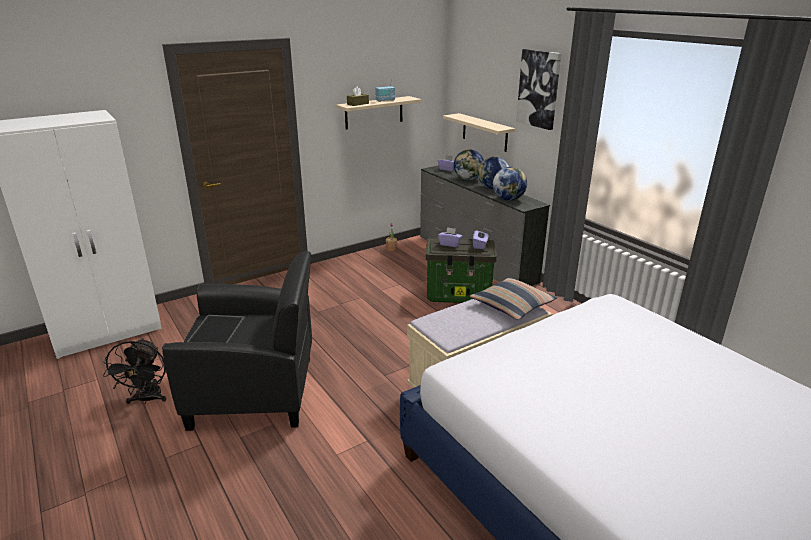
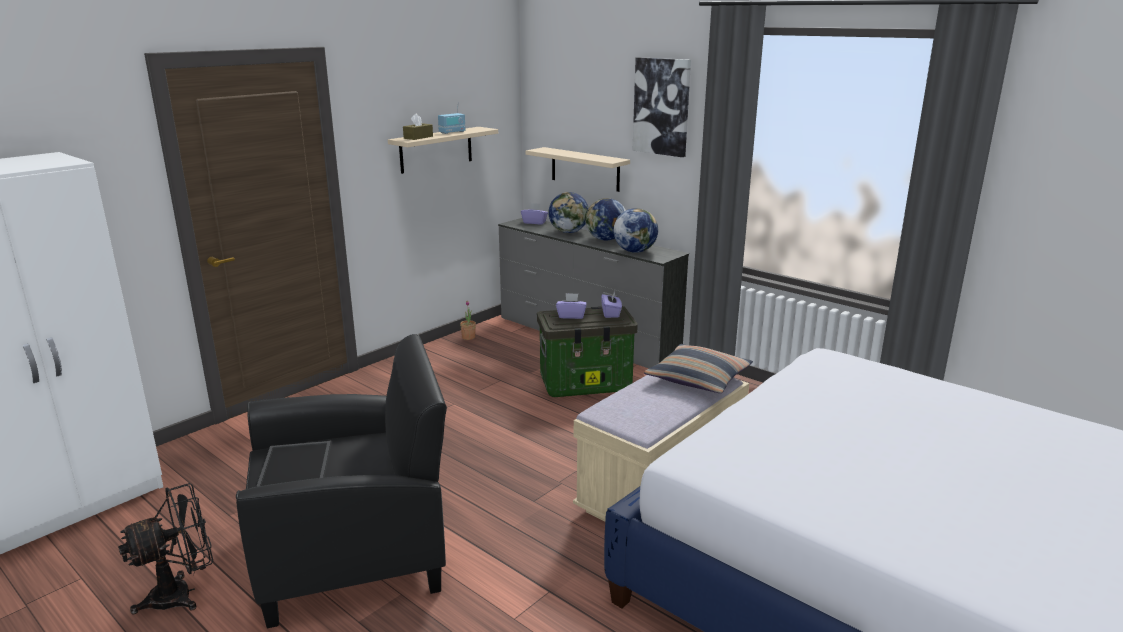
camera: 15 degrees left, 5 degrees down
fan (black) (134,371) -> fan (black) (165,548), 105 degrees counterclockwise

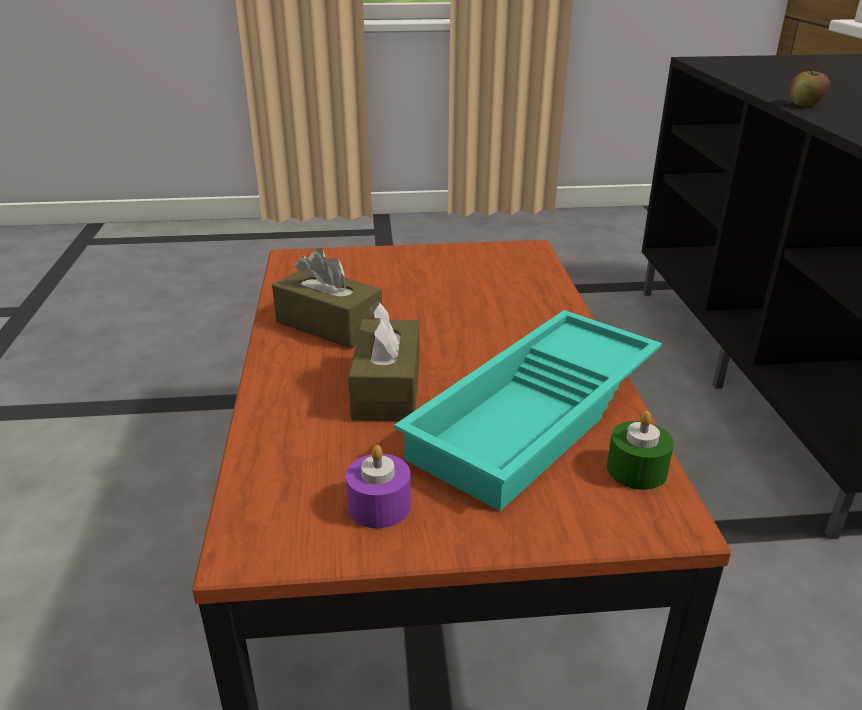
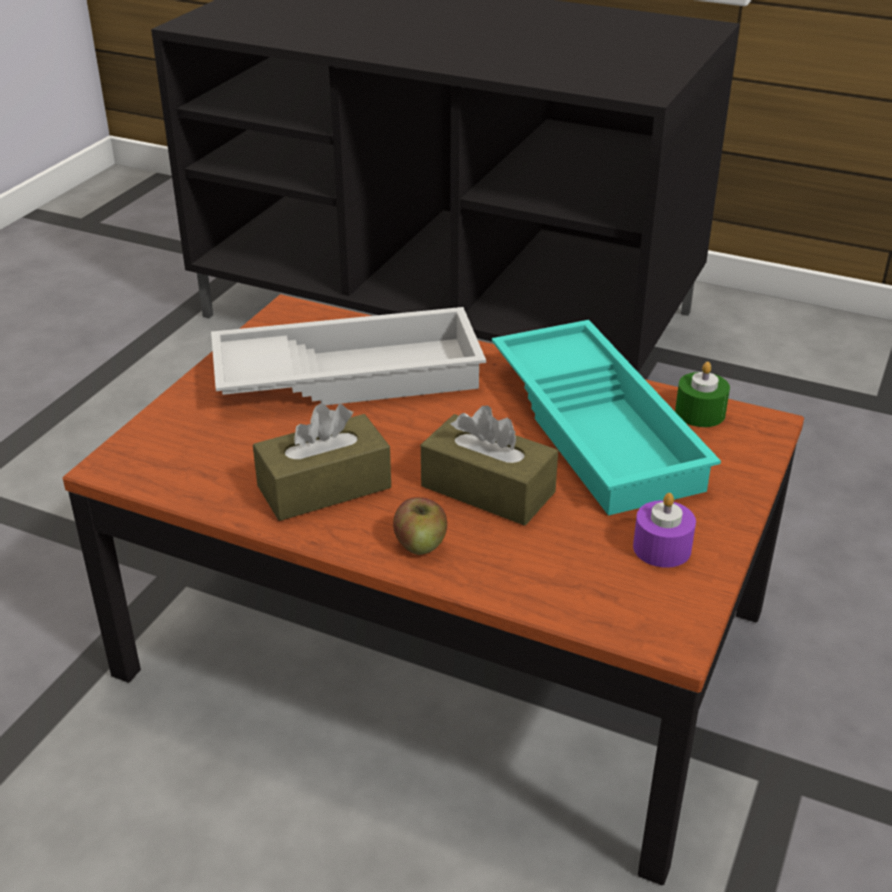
camera: 60 degrees left, 5 degrees up
apple (810,86) -> apple (420,526), move
none -> tray (white) (348,356)

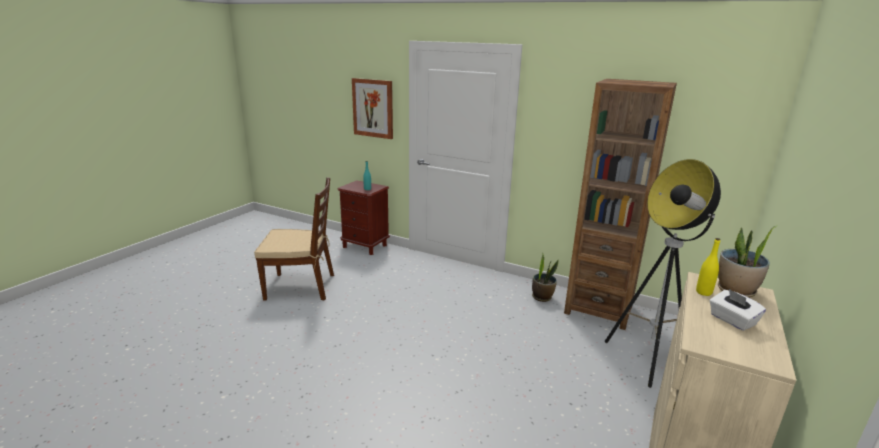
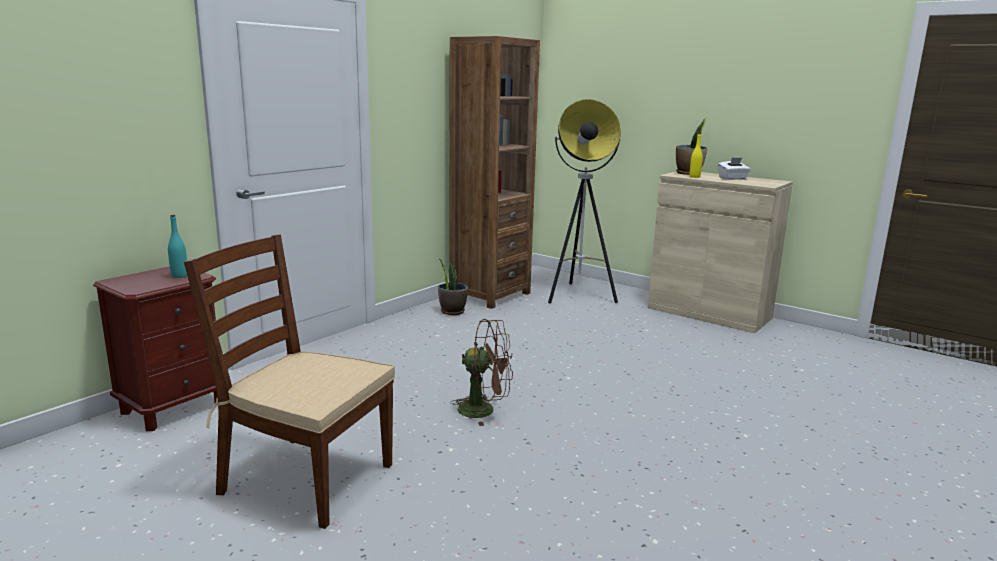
camera: 80 degrees left, 5 degrees down
picture (372,108) -> none
chair (brown) (294,238) -> chair (brown) (289,382), 75 degrees counterclockwise
none -> fan (brown) (481,372)

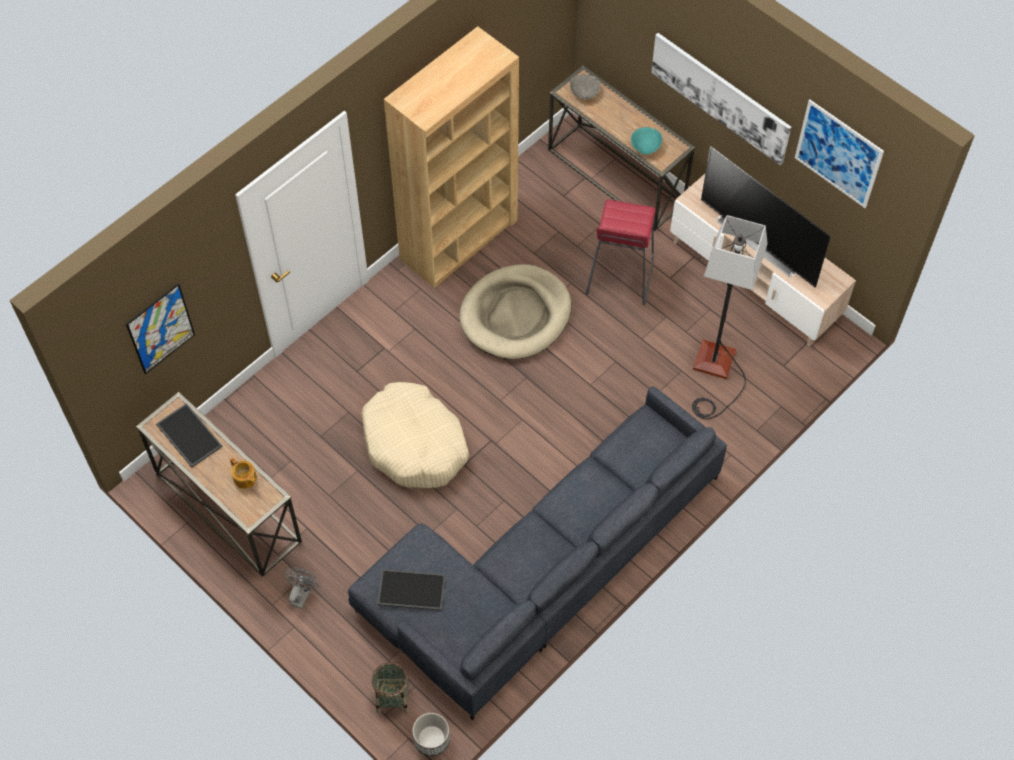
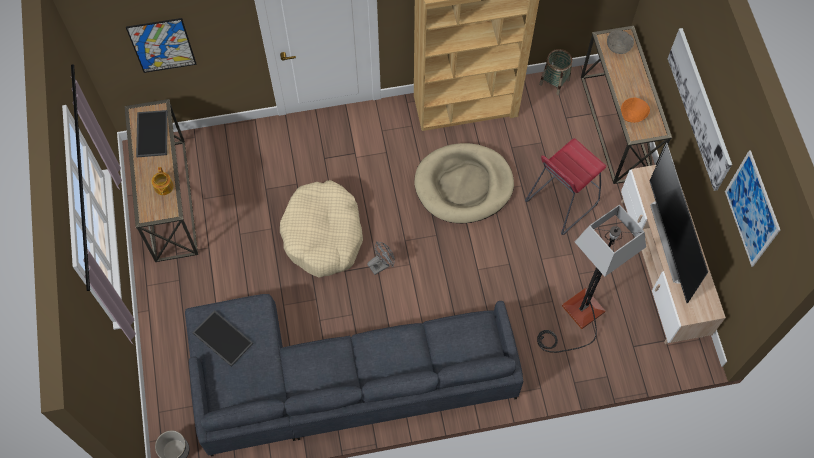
camera: 35 degrees right, 5 degrees up
bowl (turquoise) (646,141) -> bowl (orange) (635,110)
fan (grey) (301,588) -> fan (grey) (381,258), move
basket (390,688) -> basket (555,72), move

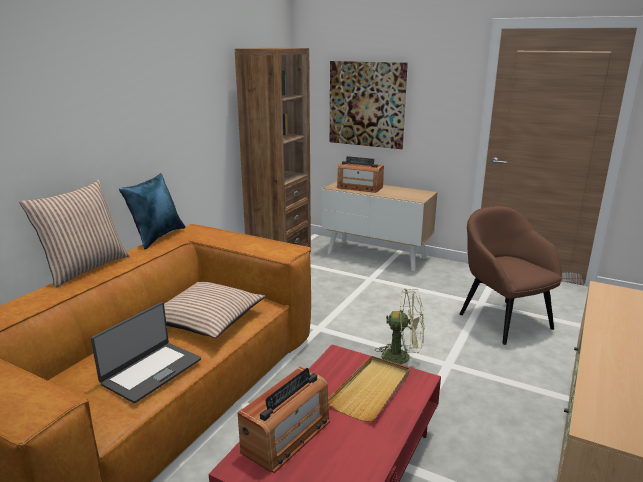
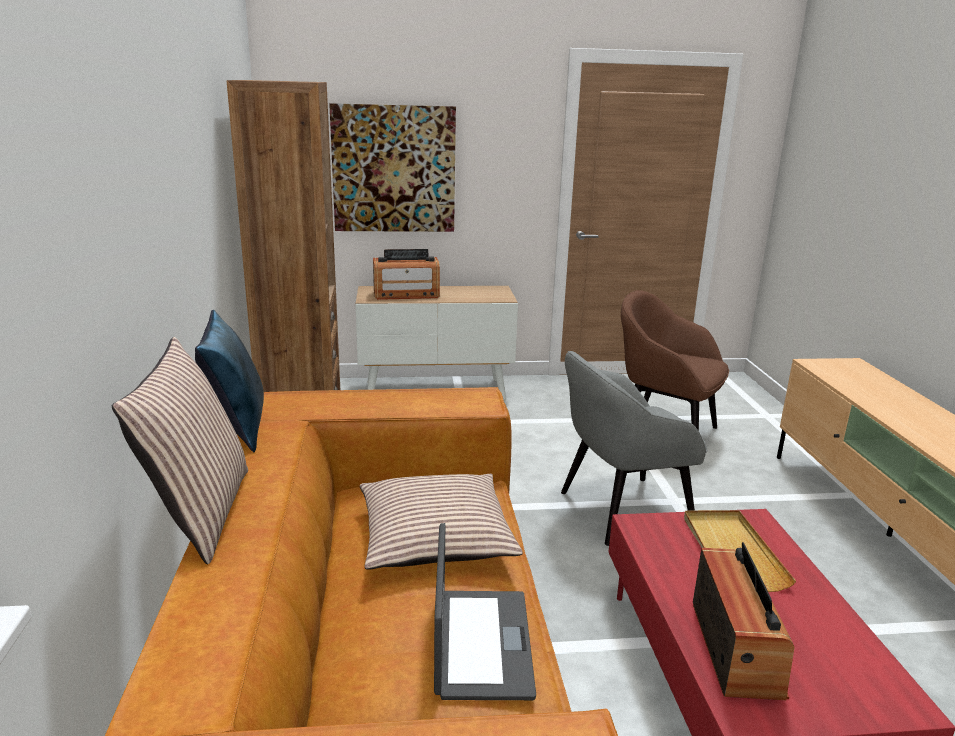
camera: 35 degrees left, 0 degrees up
fan (green) (400,326) -> armchair (grey) (634,448)

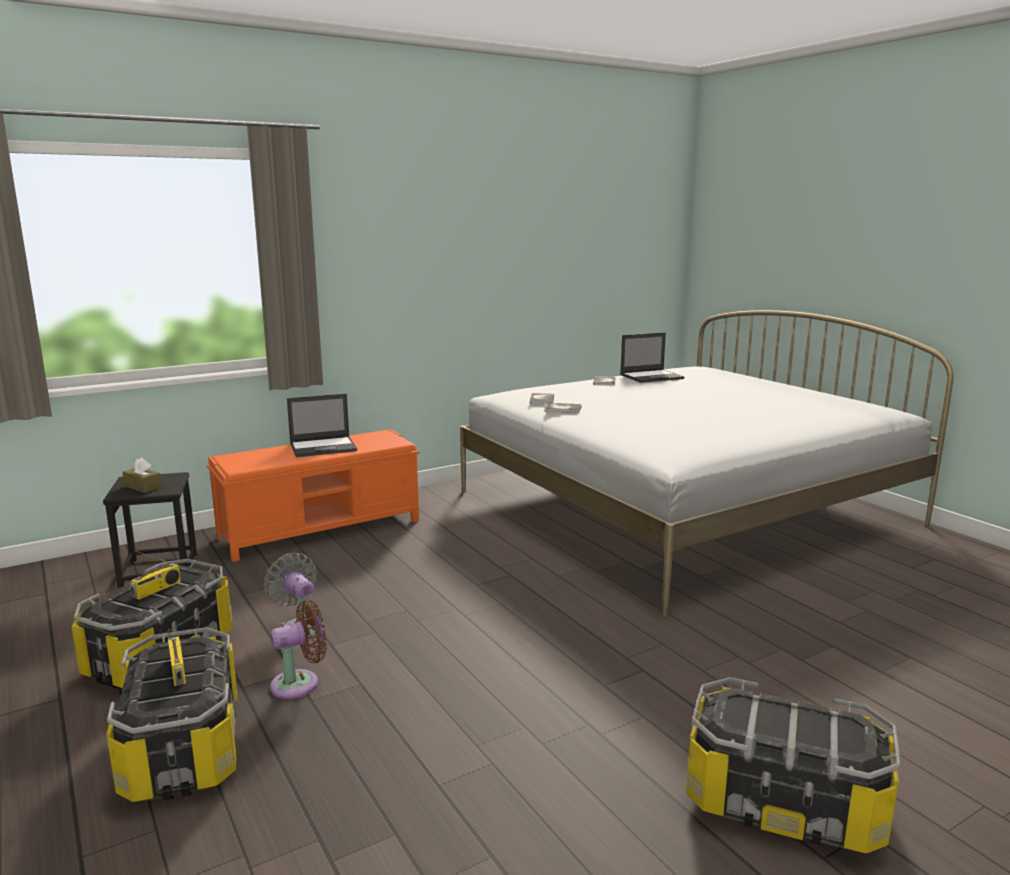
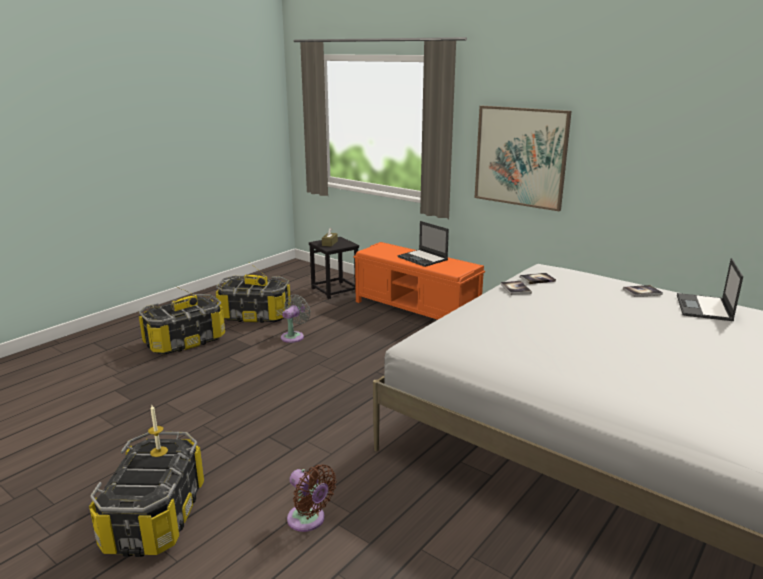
camera: 70 degrees right, 5 degrees up
laptop (652,357) -> laptop (710,289), 60 degrees clockwise
fan (brown) (298,649) -> fan (brown) (312,498), move
none -> picture (523,158)
none -> candle (158,431)

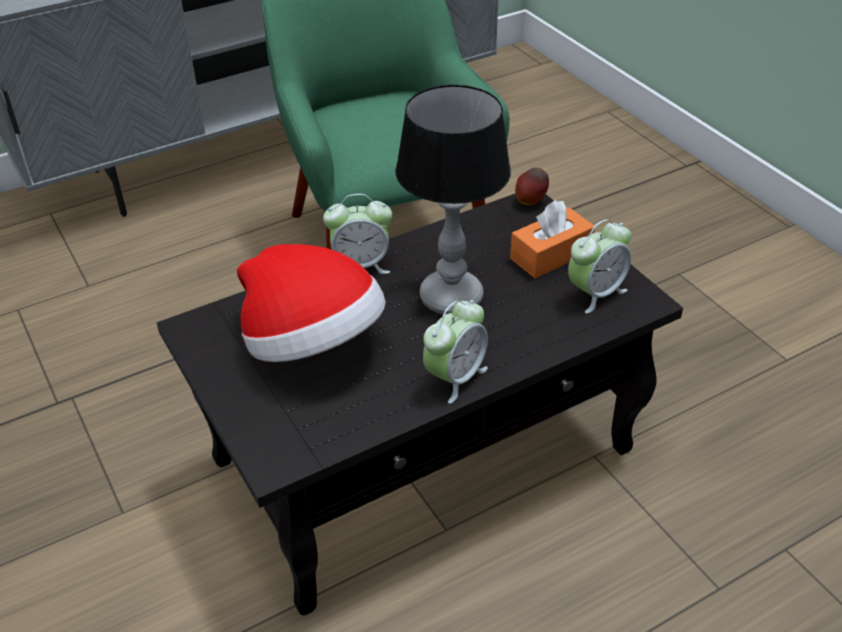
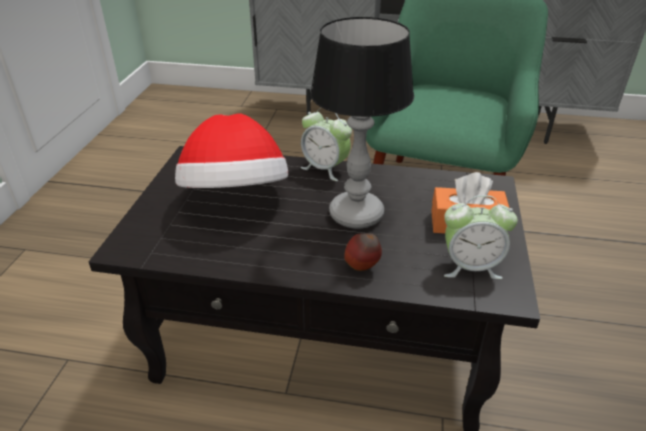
camera: 40 degrees right, 5 degrees down
apple (532,186) -> apple (363,252), move
alarm clock (455,351) -> none

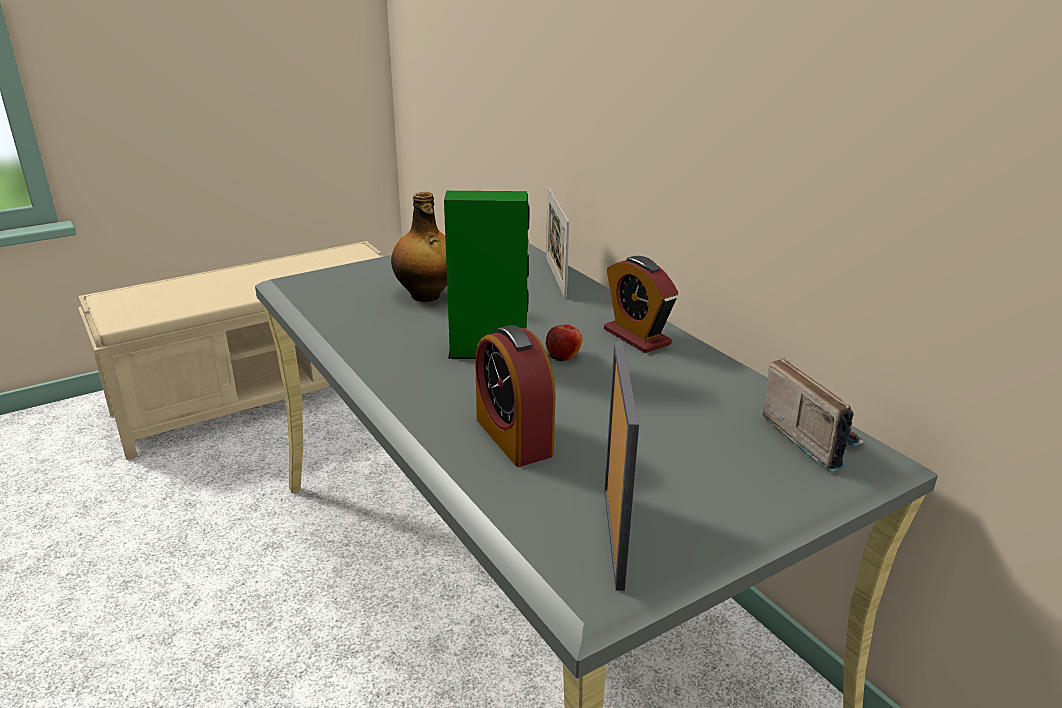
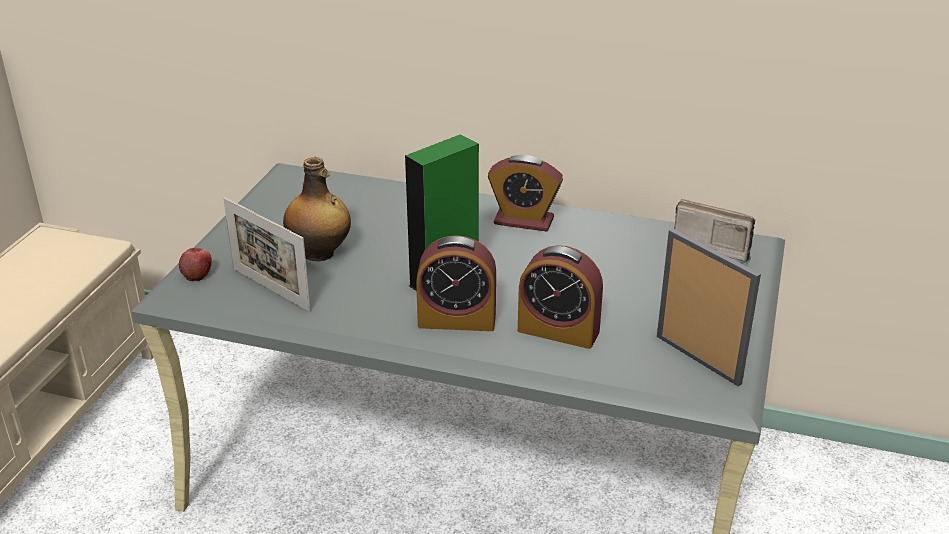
camera: 40 degrees left, 5 degrees up
picture frame (557,243) -> picture frame (267,254), move
apple (564,342) -> apple (195,264), move
none -> alarm clock (456,283)

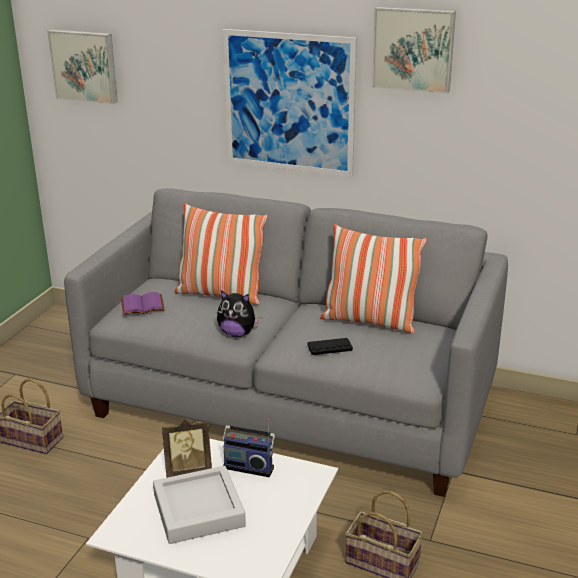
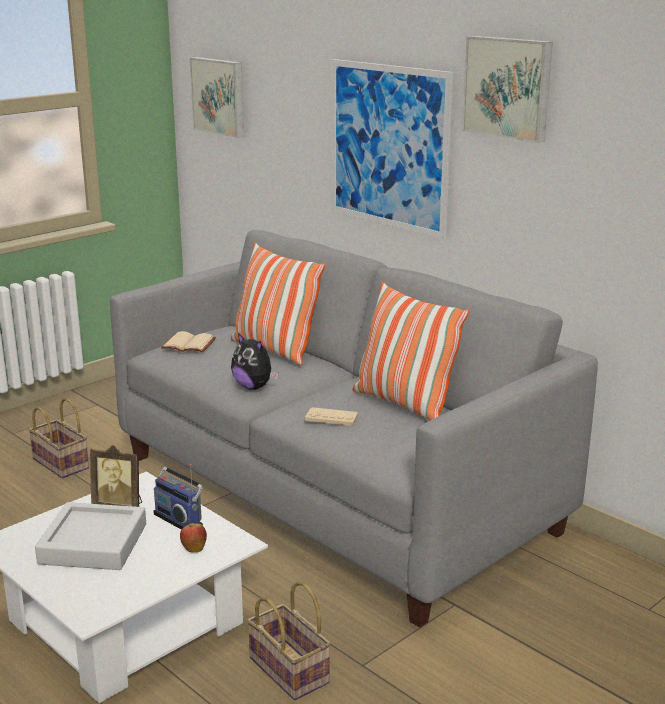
camera: 25 degrees right, 5 degrees down
book (purple) (143,303) -> book (beige) (188,341)
game controller (black) (330,346) -> game controller (beige) (331,416)
none -> apple (193,536)

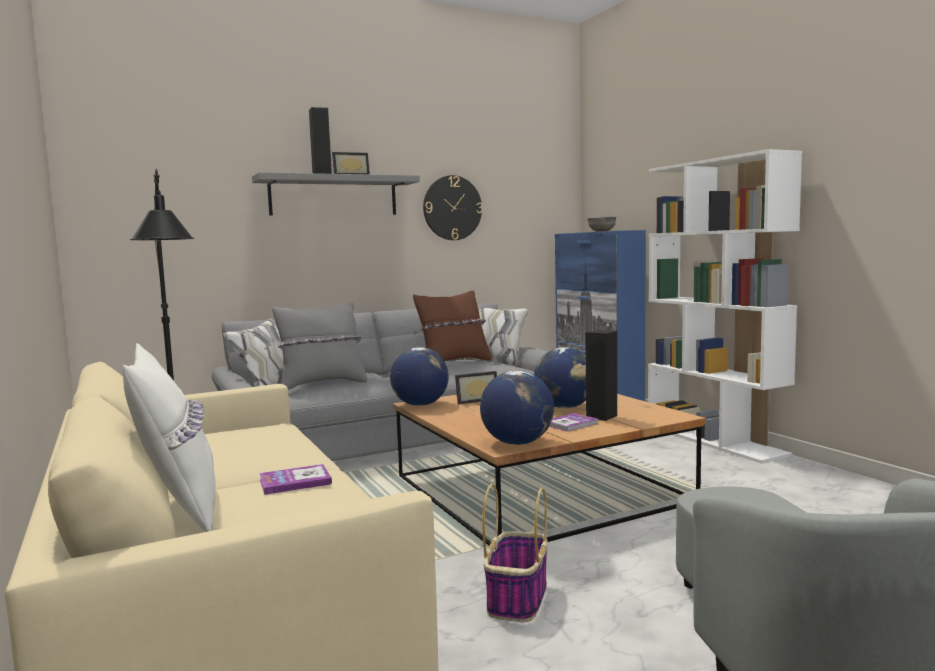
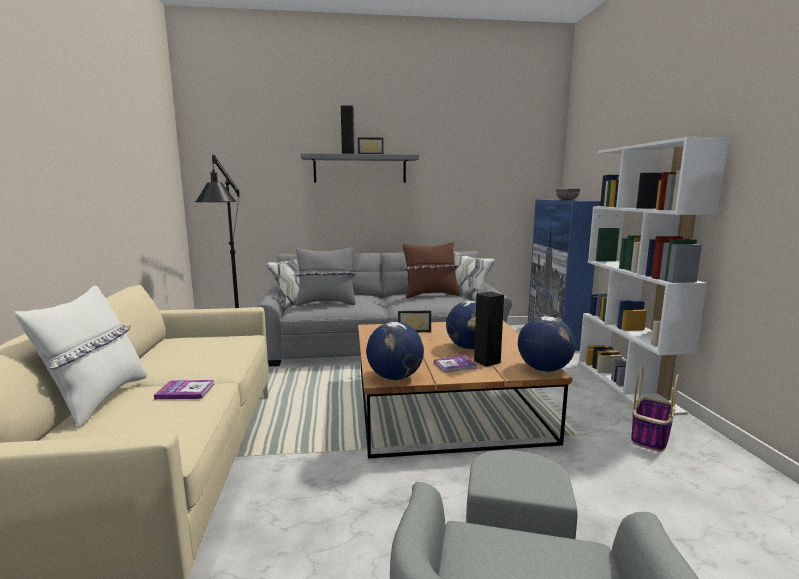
camera: 20 degrees right, 5 degrees up
wall clock (453,207) -> none
globe (419,376) -> globe (547,344), move
basket (514,553) -> basket (655,409), move

